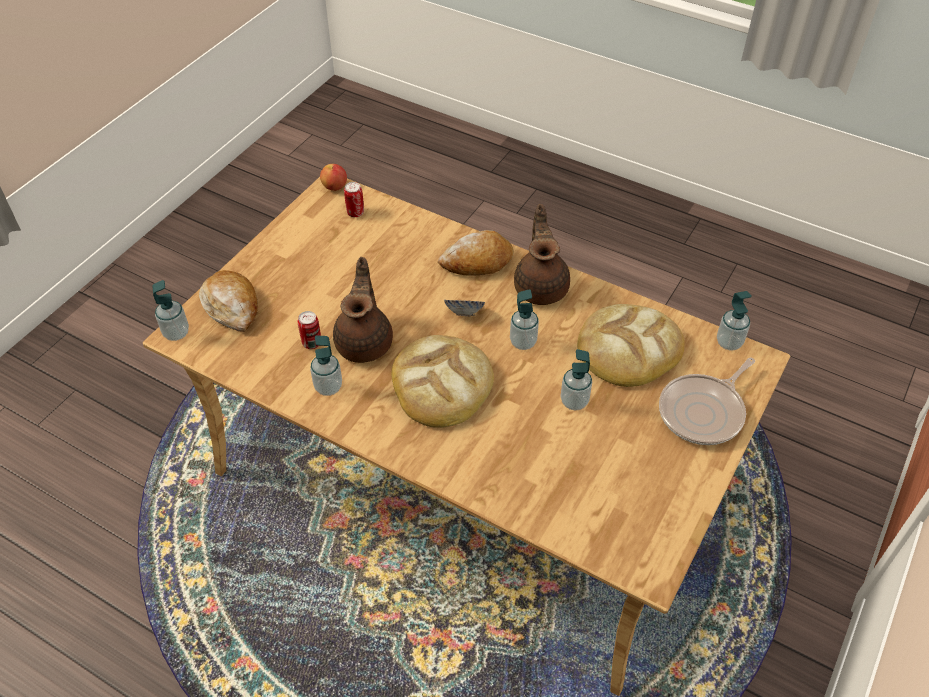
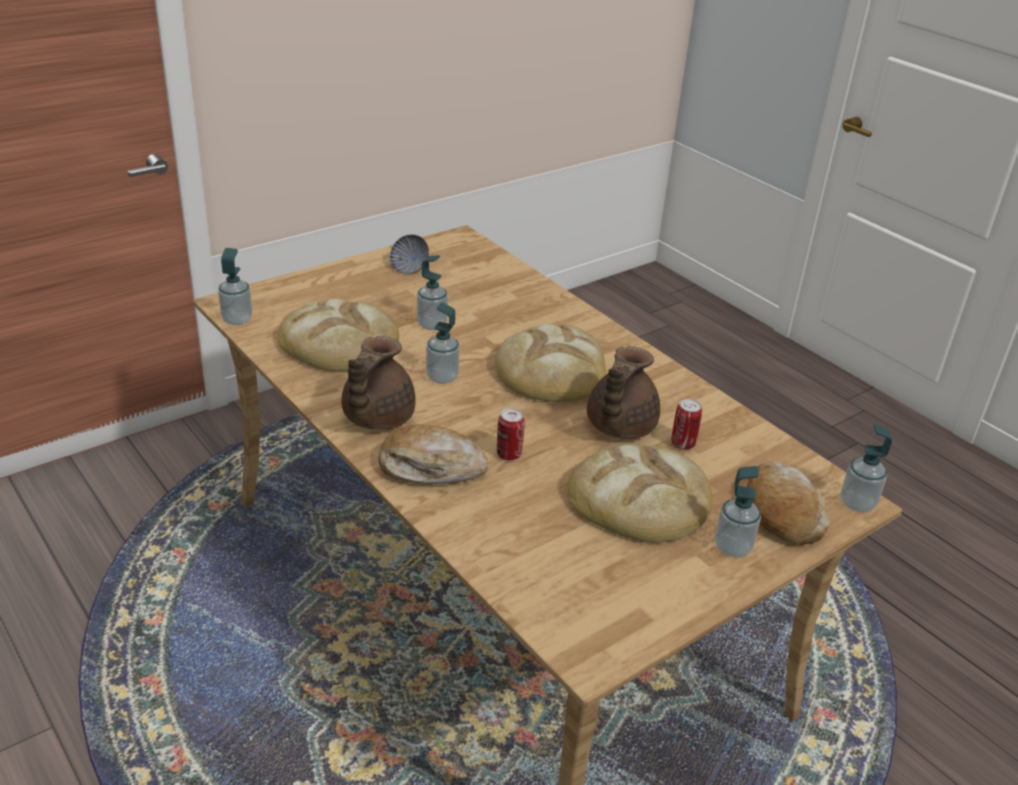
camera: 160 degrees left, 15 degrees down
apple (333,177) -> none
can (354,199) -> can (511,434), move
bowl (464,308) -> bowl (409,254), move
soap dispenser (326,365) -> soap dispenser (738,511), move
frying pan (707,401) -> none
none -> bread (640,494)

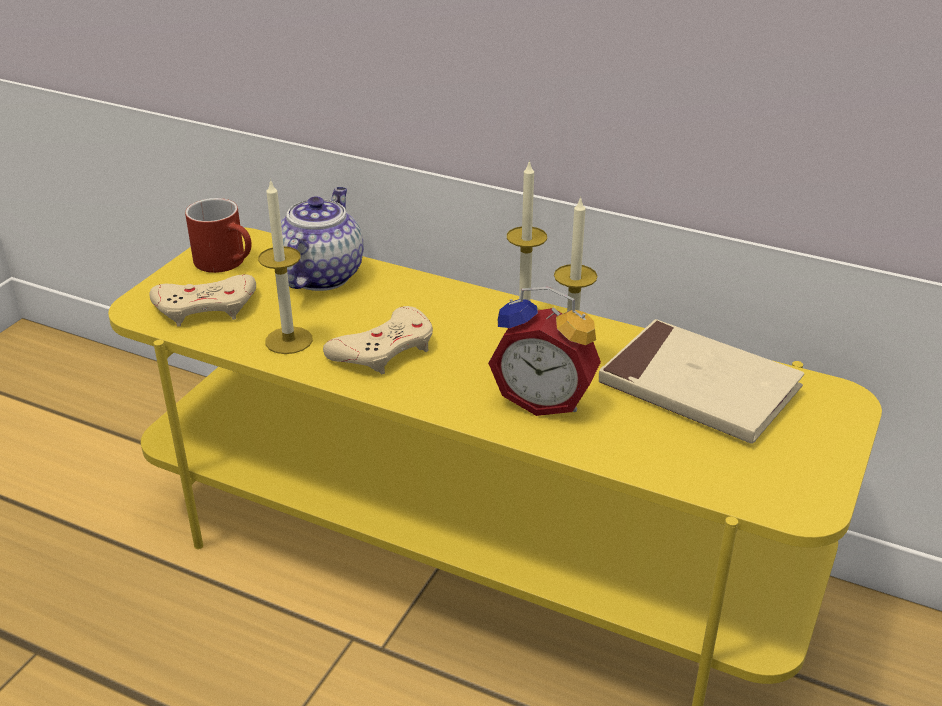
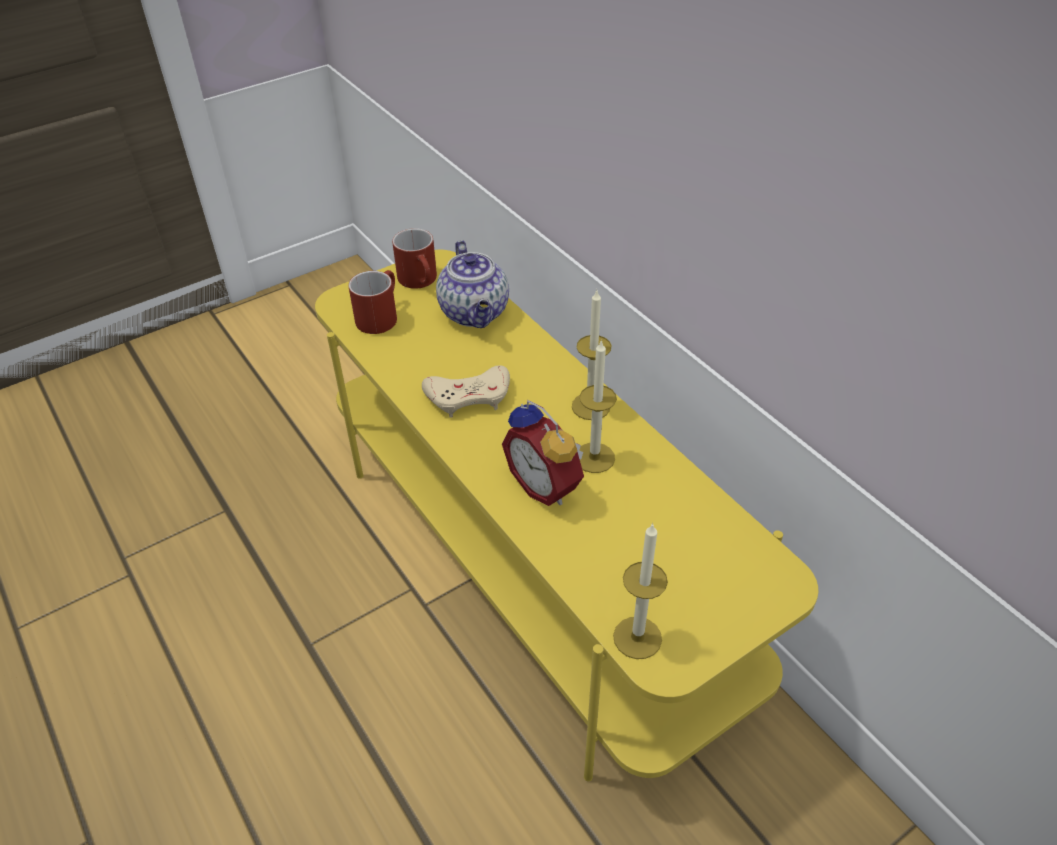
camera: 30 degrees right, 10 degrees up
candle (285,266) -> candle (640,590), move
teapot (322,239) -> teapot (472,284), 120 degrees clockwise
game controller (beige) (203,300) -> mug (red) (372,302)
book (beige) (701,381) -> none

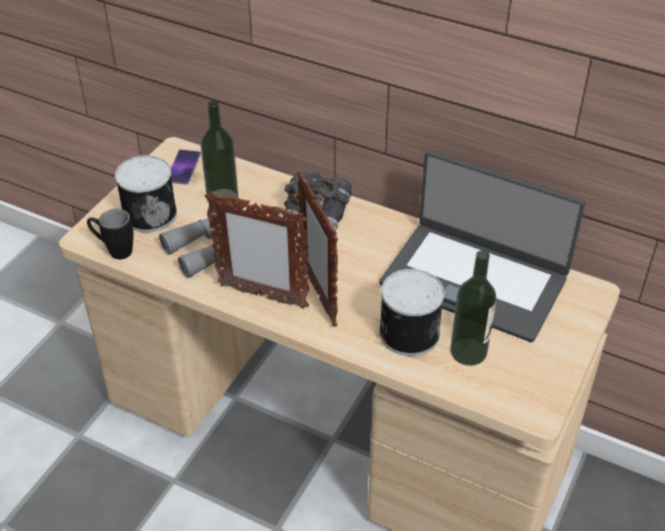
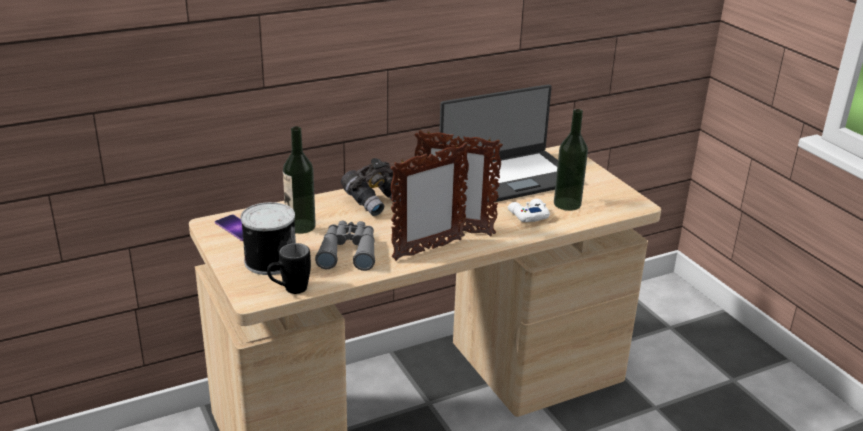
camera: 55 degrees left, 15 degrees down
can (412,312) -> game controller (white) (529,210)

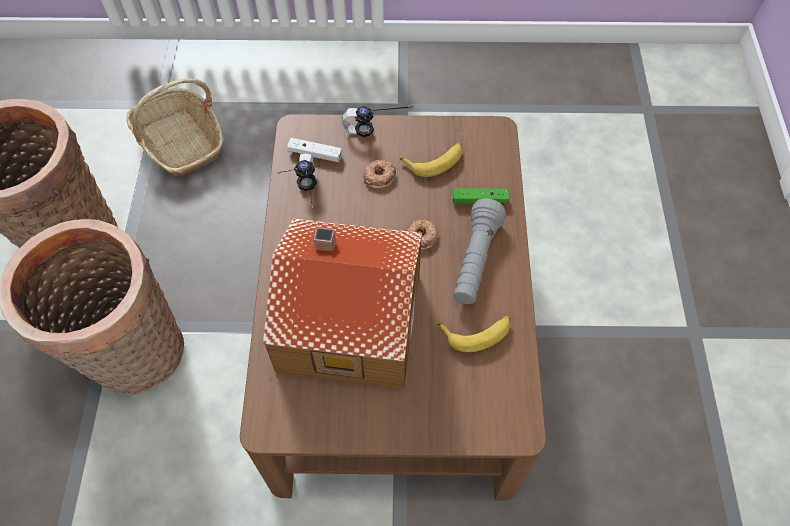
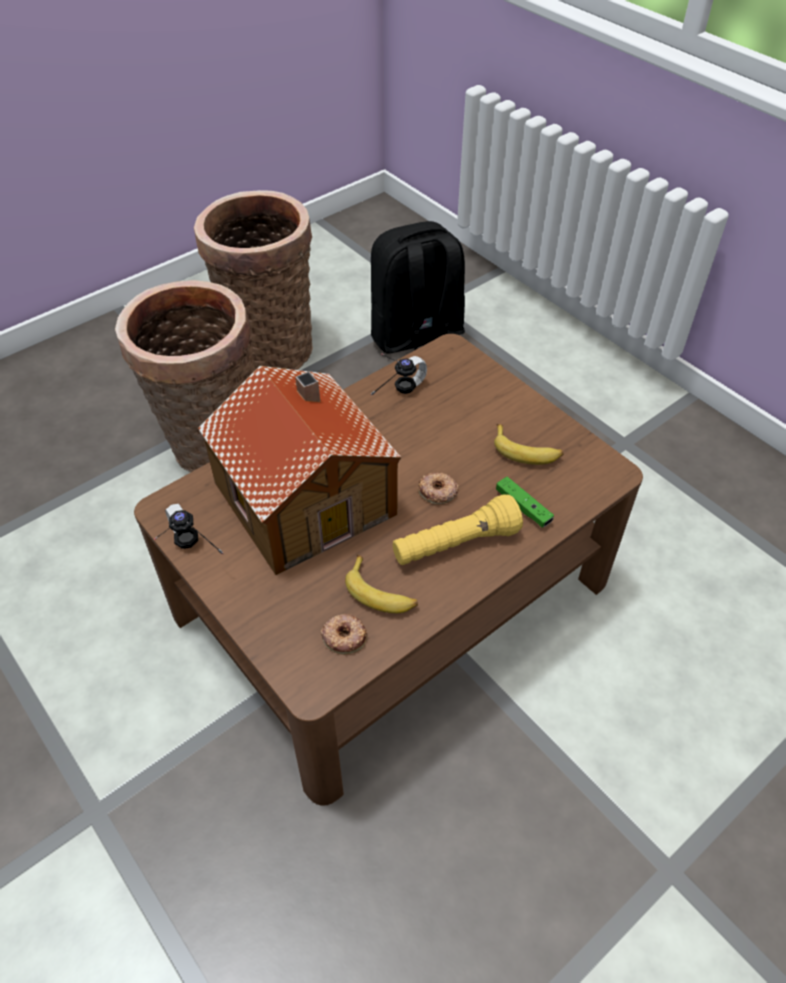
camera: 50 degrees right, 10 degrees down
basket (175,128) -> backpack (black) (418,287)
headphones (377,121) -> headphones (188,529), move
game controller (white) (314,150) -> none
donut (379,174) -> donut (344,634), move
flashlight (grey) (479,251) -> flashlight (yellow) (458,529)

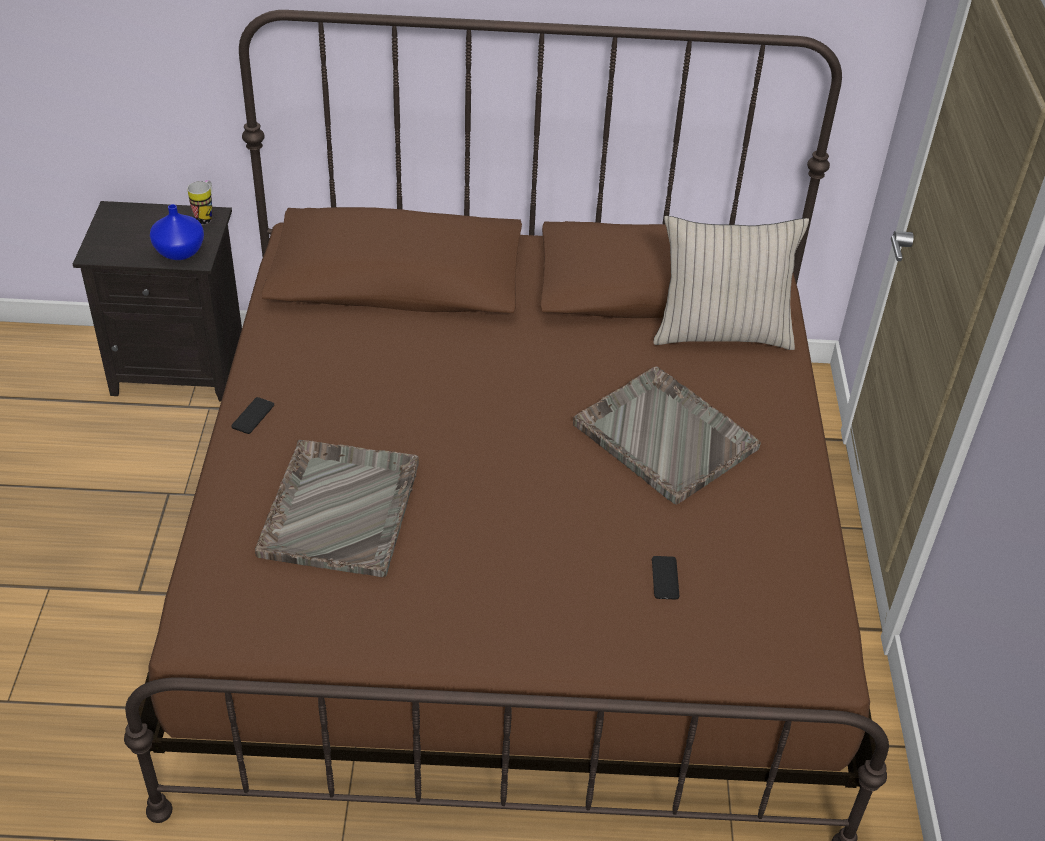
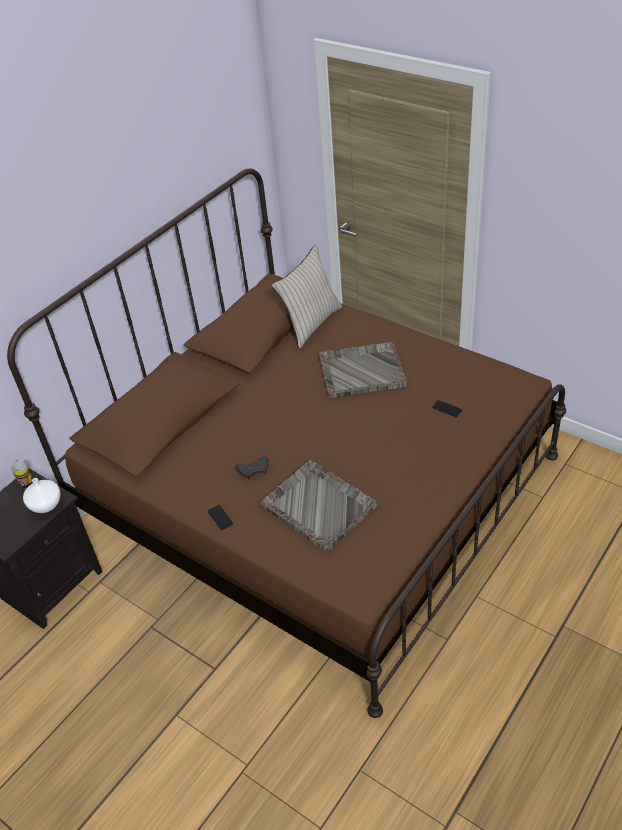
camera: 50 degrees left, 0 degrees up
vase (blue) (177,232) -> vase (white) (42,495)
none -> game controller (grey) (252,467)

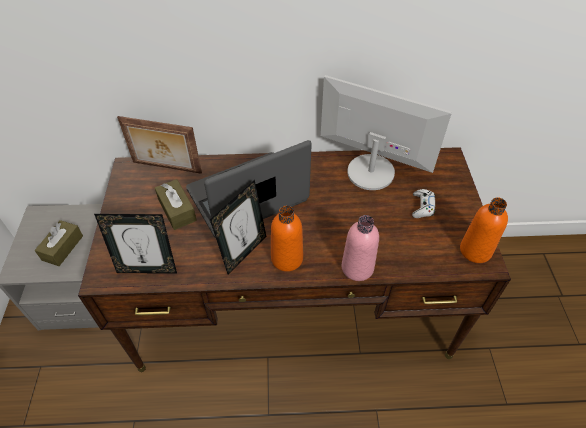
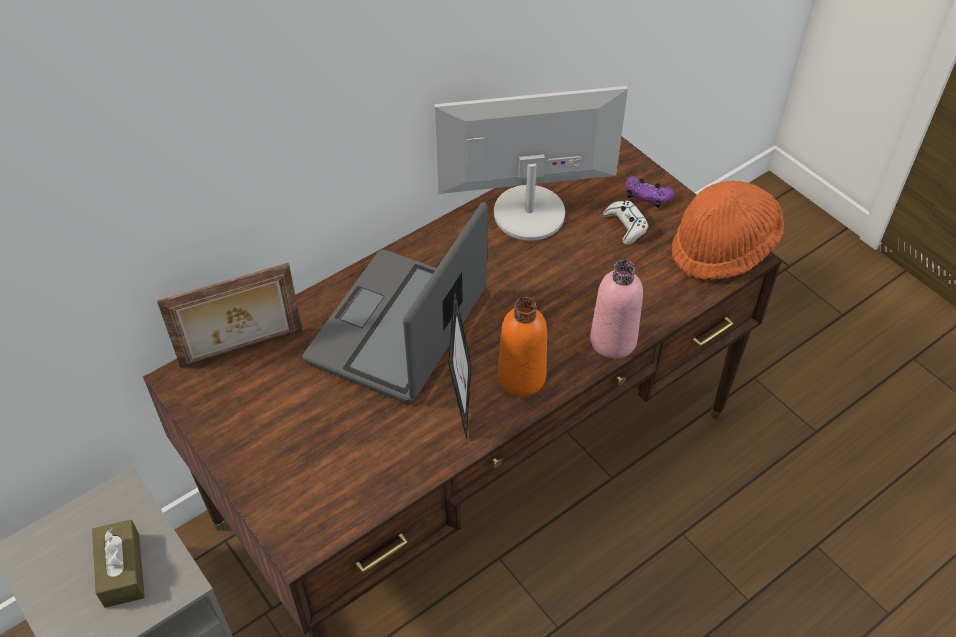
camera: 35 degrees left, 0 degrees up
tissue box (brown) (176,204) -> none
bottle (orange) (484,230) -> hat (orange) (727,230)
picture frame (135,244) -> none
none -> game controller (purple) (649,192)

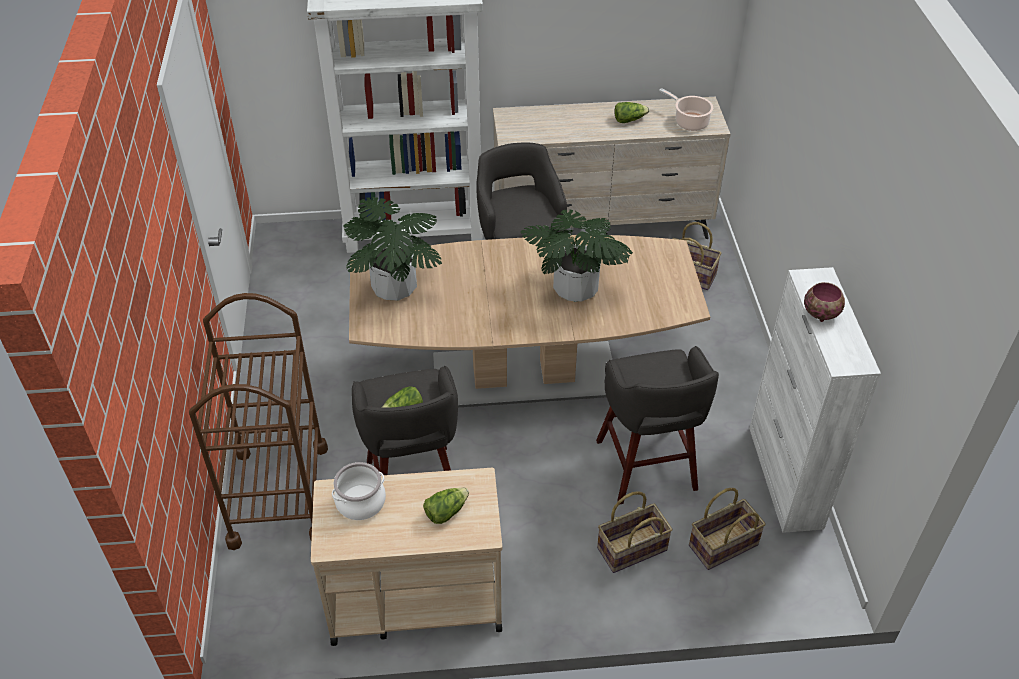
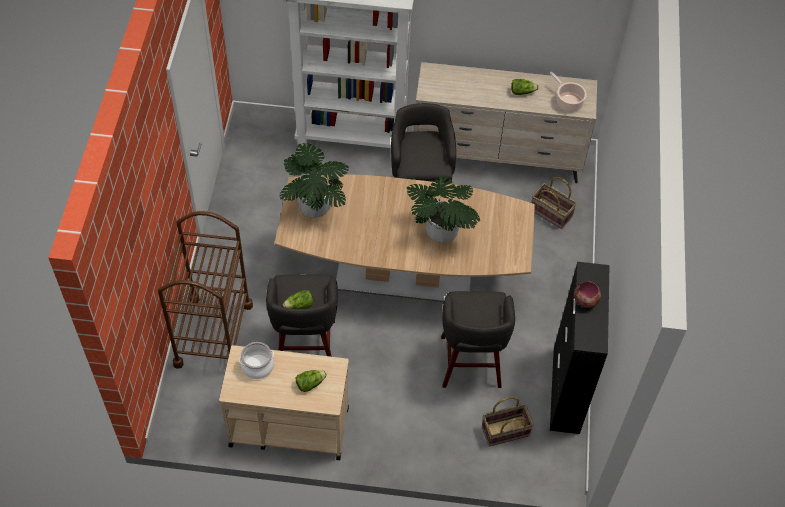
camera: 10 degrees right, 10 degrees up
cabinet (white) (815,400) -> cabinet (black) (579,348)
basket (635,532) -> none

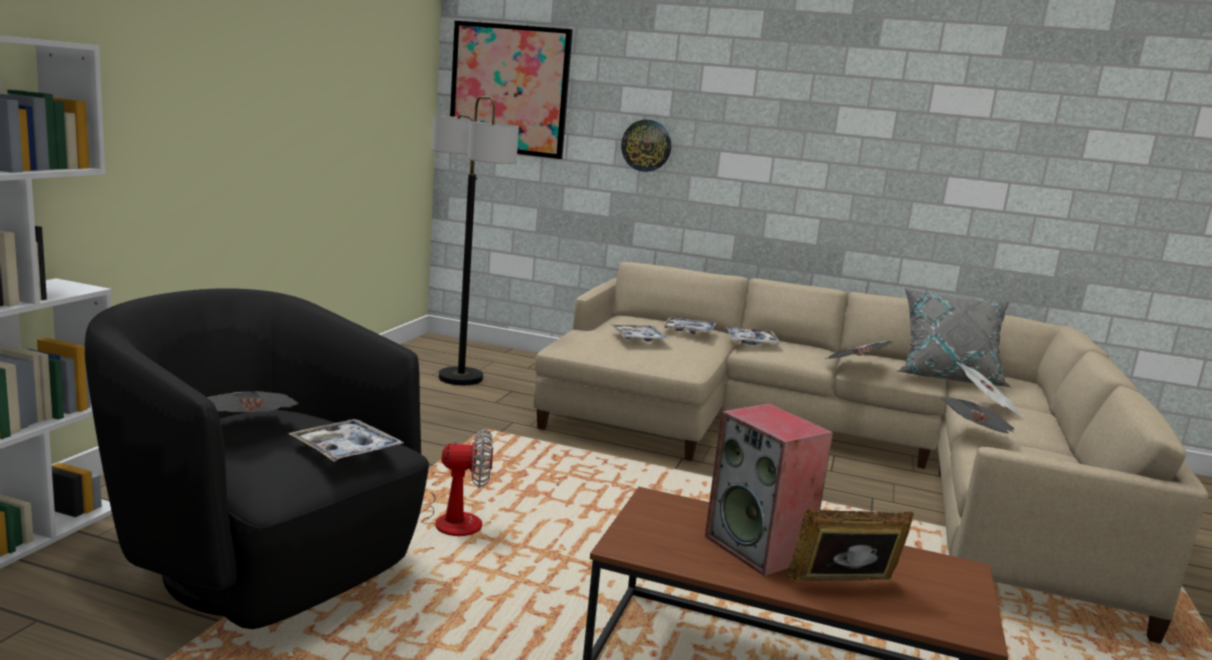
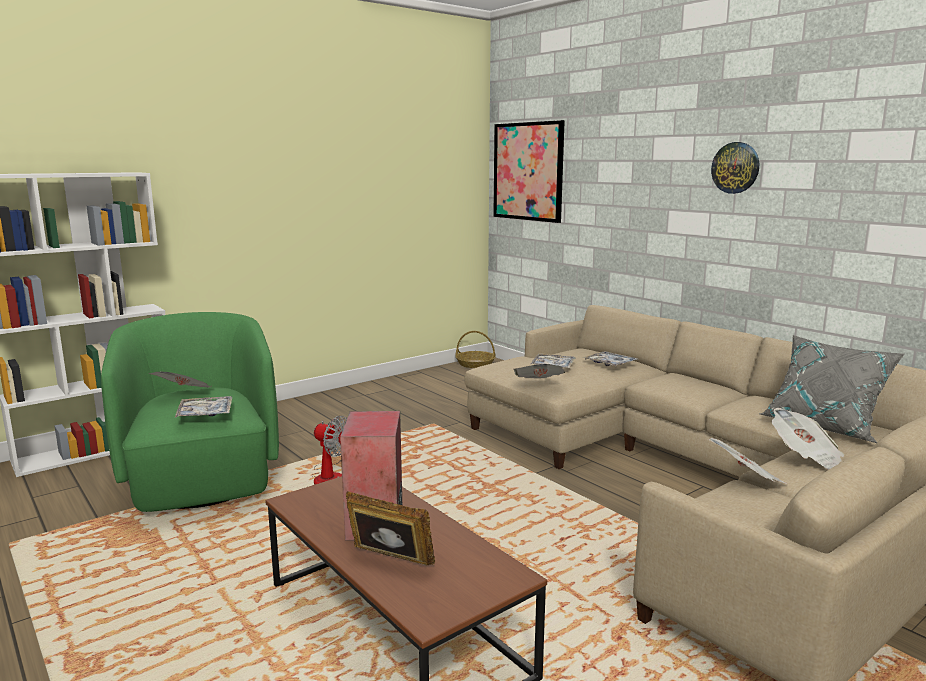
camera: 35 degrees right, 0 degrees up
floor lamp (475,240) -> none
wall clock (646,146) -> wall clock (735,168), move
armchair (black) (257,458) -> armchair (green) (190,412)
tray (753,336) -> none
newspaper (858,350) -> newspaper (539,371), move
none -> basket (476,349)

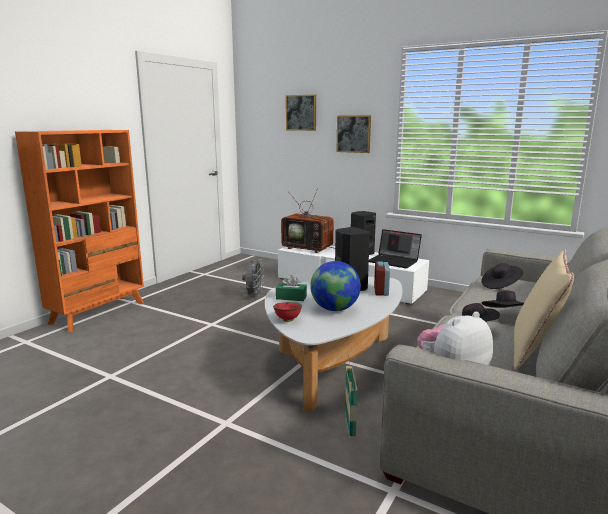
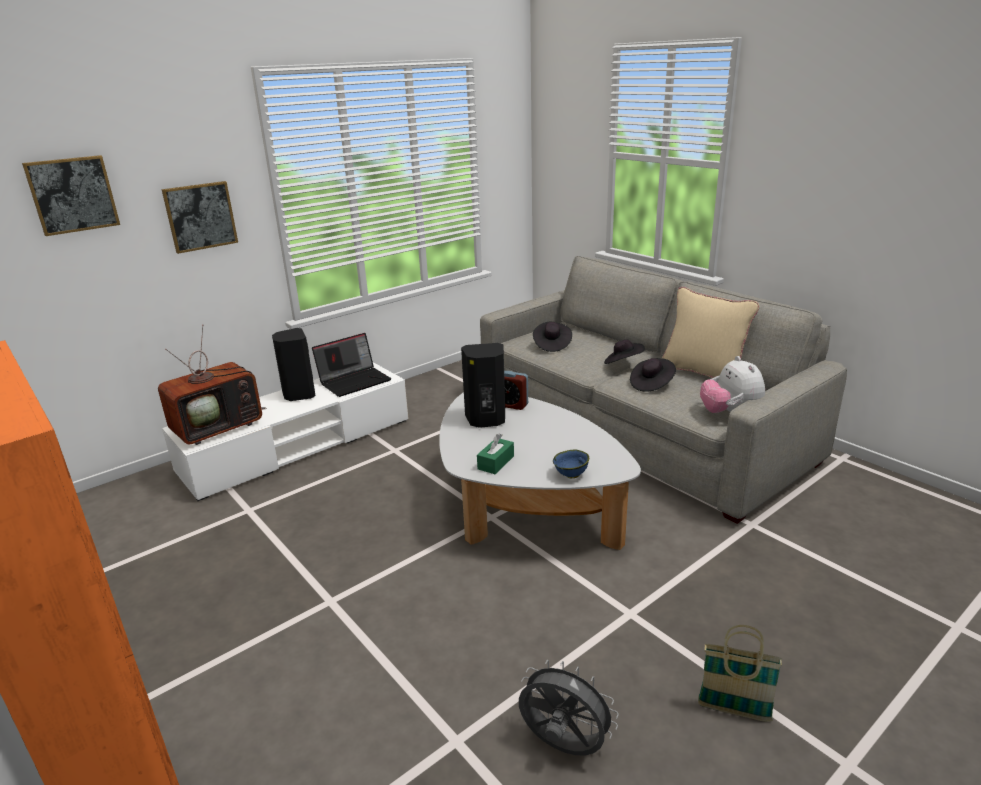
camera: 70 degrees left, 10 degrees up
fan (grey) (253,278) -> fan (grey) (569,707), move
globe (335,286) -> none
bowl (red) (287,312) -> bowl (blue) (571,464)
basket (351,397) -> basket (740,673), move

